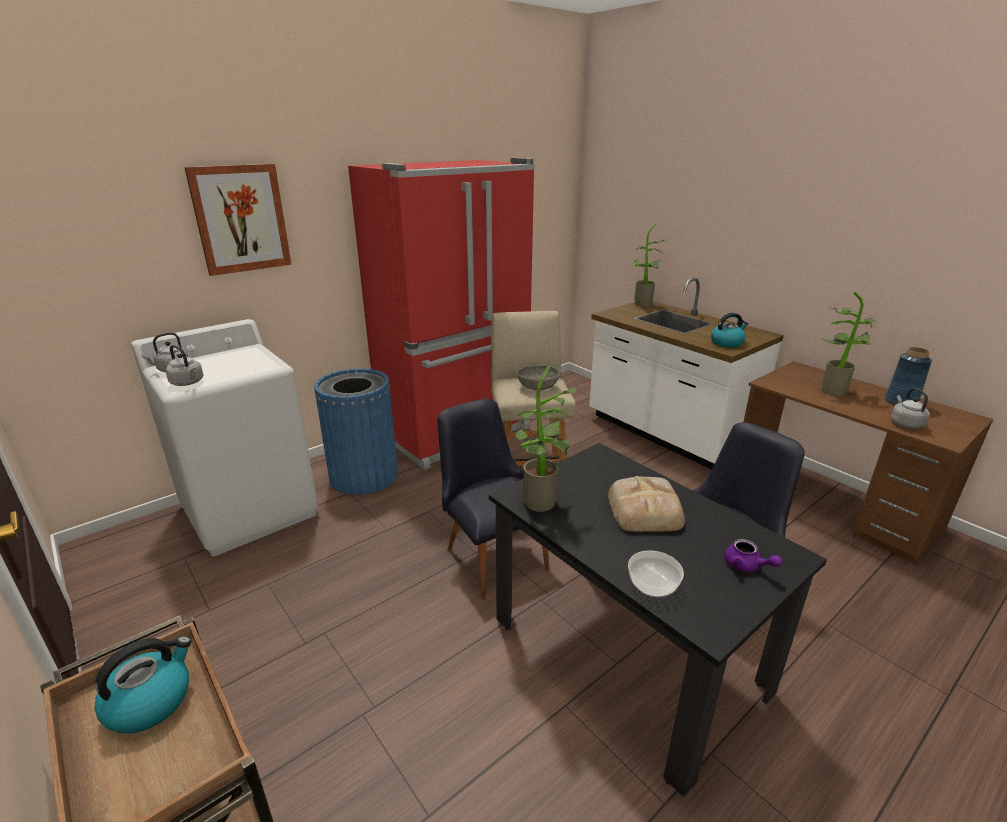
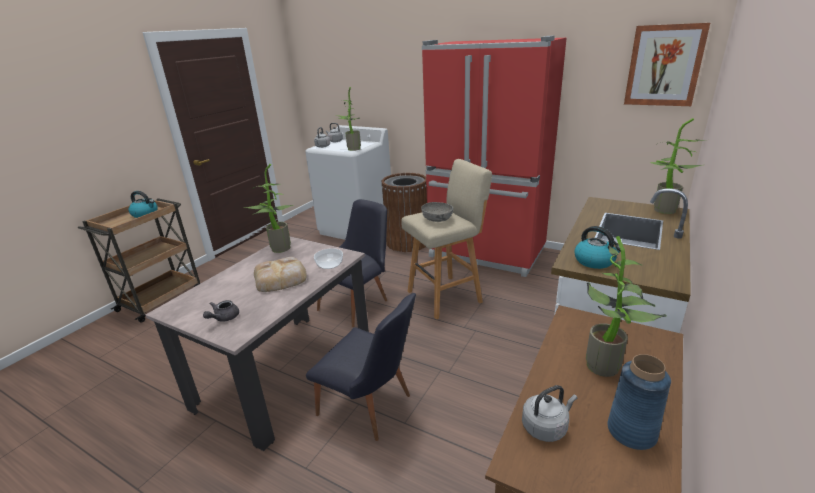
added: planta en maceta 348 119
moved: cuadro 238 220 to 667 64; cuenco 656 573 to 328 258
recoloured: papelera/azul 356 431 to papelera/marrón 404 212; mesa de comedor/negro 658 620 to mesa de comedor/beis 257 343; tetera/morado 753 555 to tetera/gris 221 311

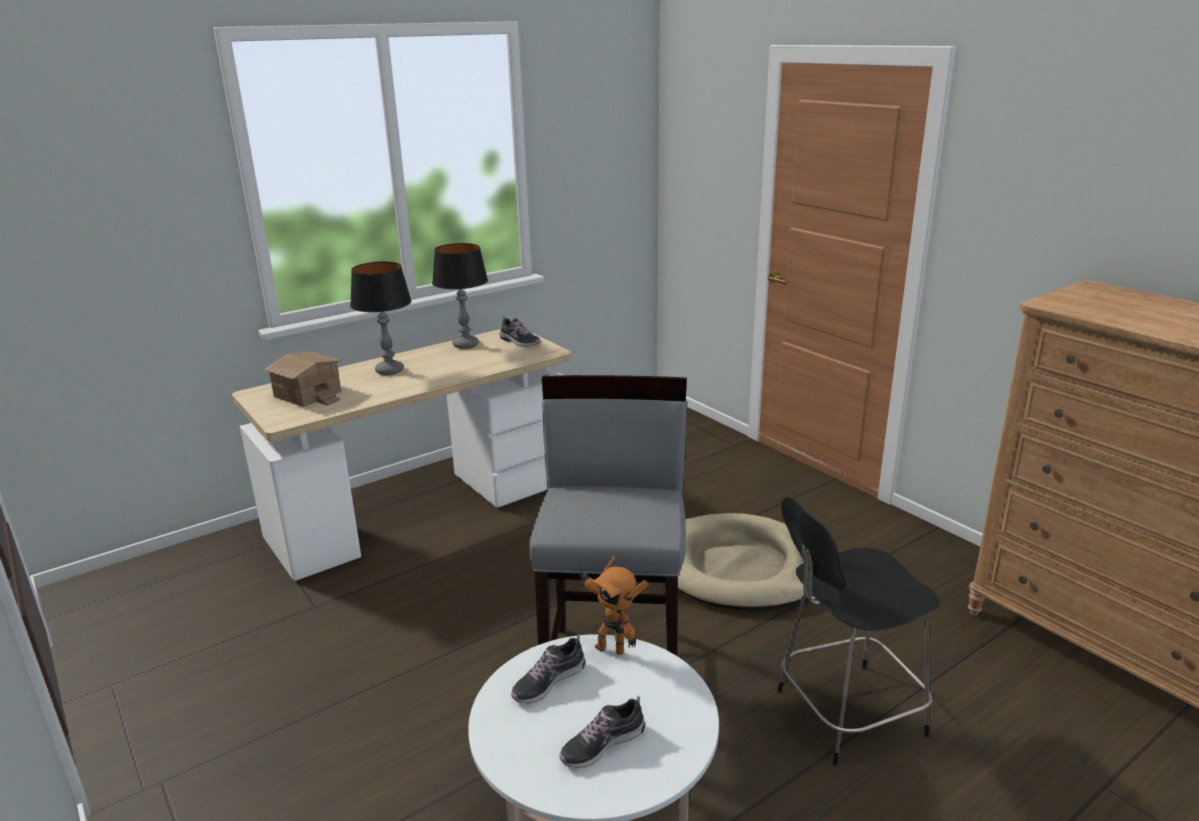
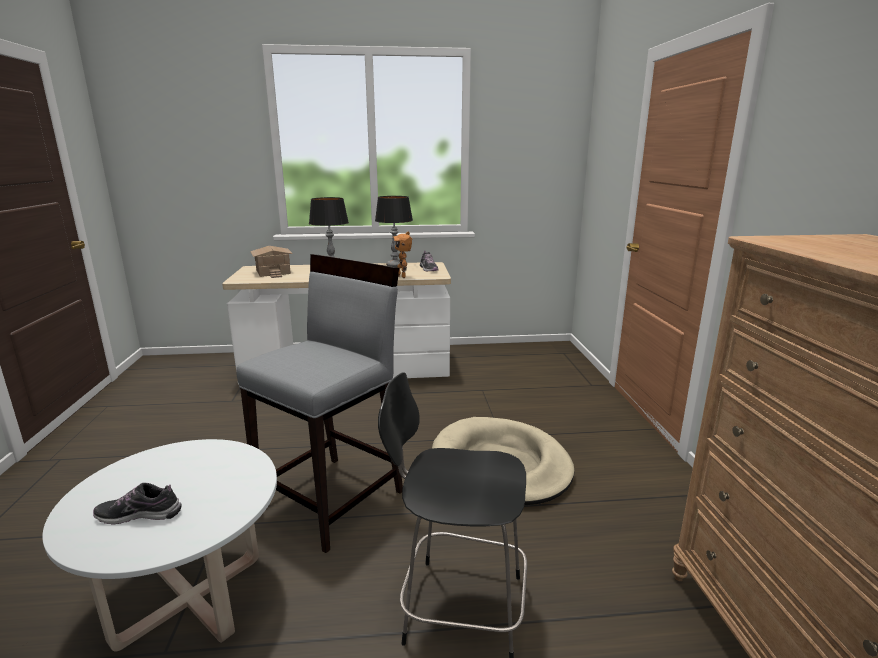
removed: zapato 548 669
moved: robot de juguete 614 605 to 402 255

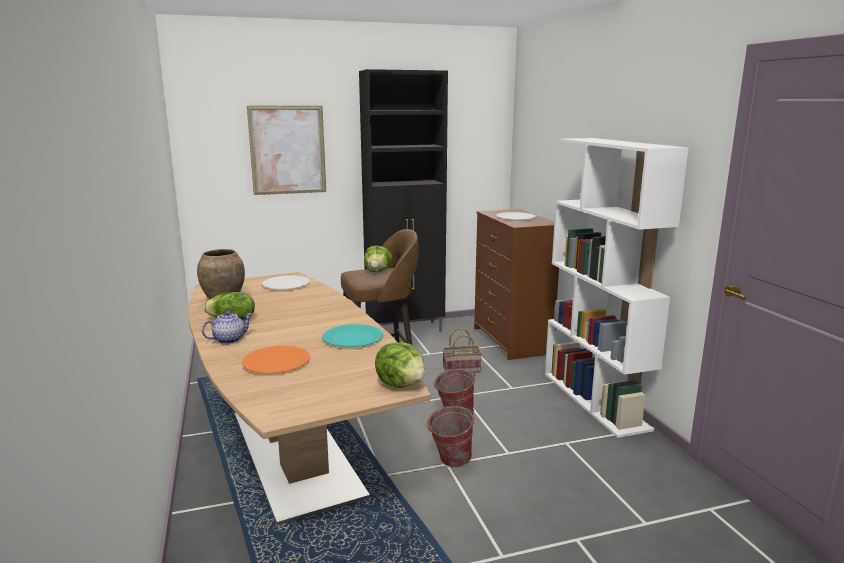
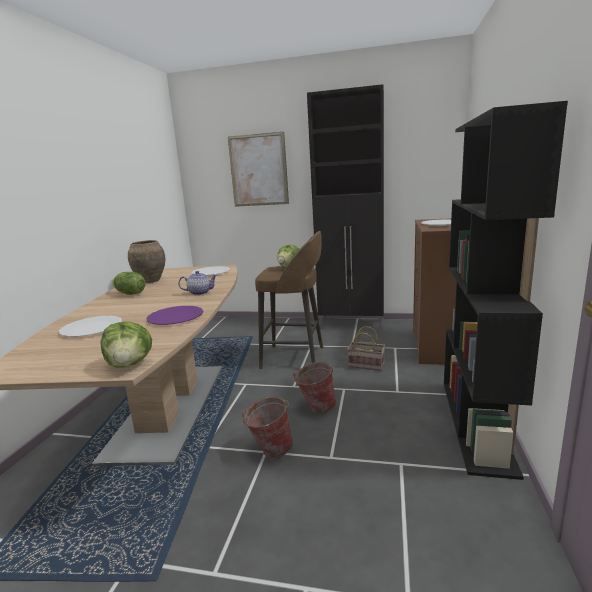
moved: tetera 227 327 to 197 283
recoloured: plato/naranja 276 360 to plato/blanco 90 326; plato/turquesa 352 335 to plato/morado 174 315; estantería/blanco 617 288 to estantería/negro 506 290

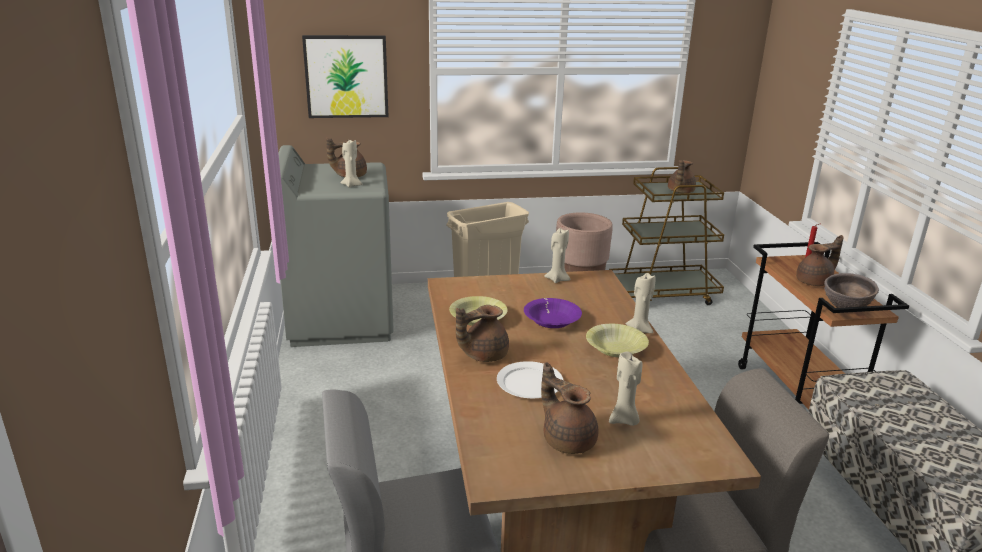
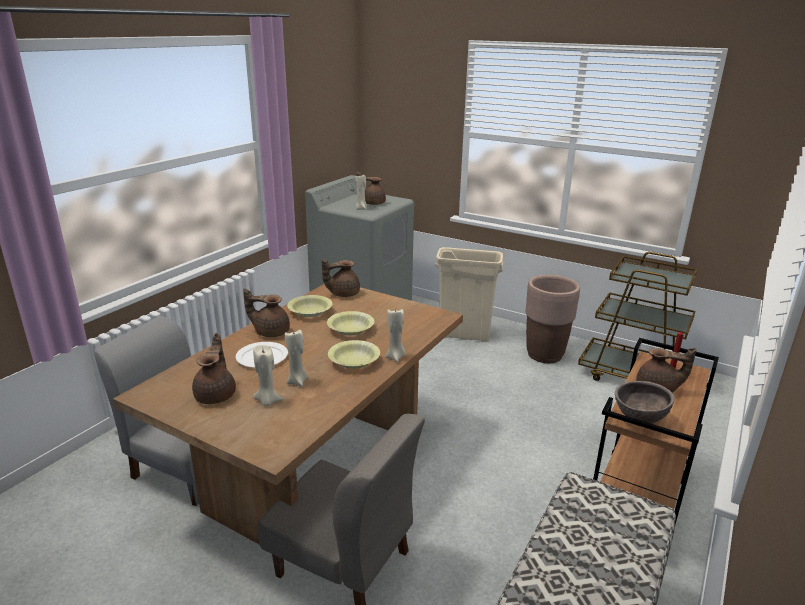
removed: cuadro 345 76
moved: vela/beis 557 255 to 296 358; tetera/marrón 682 176 to 341 278
recoloured: cuenco/morado 553 313 to cuenco/amarillo 350 323

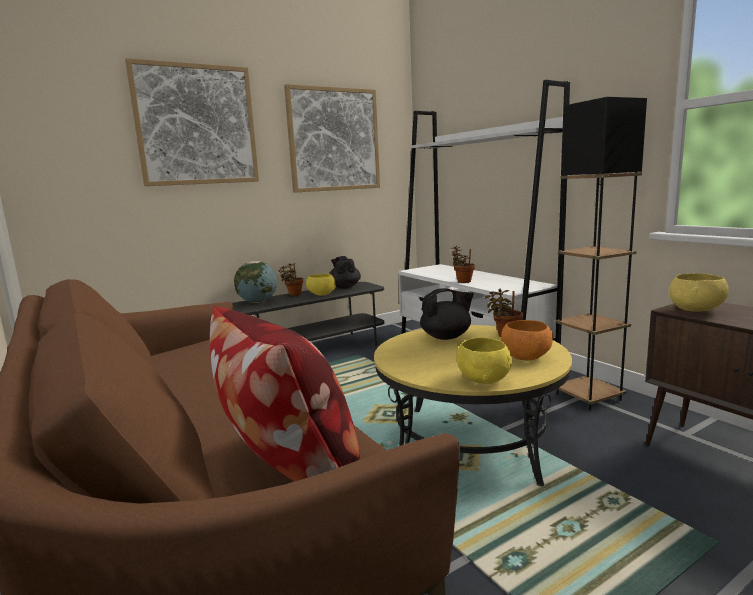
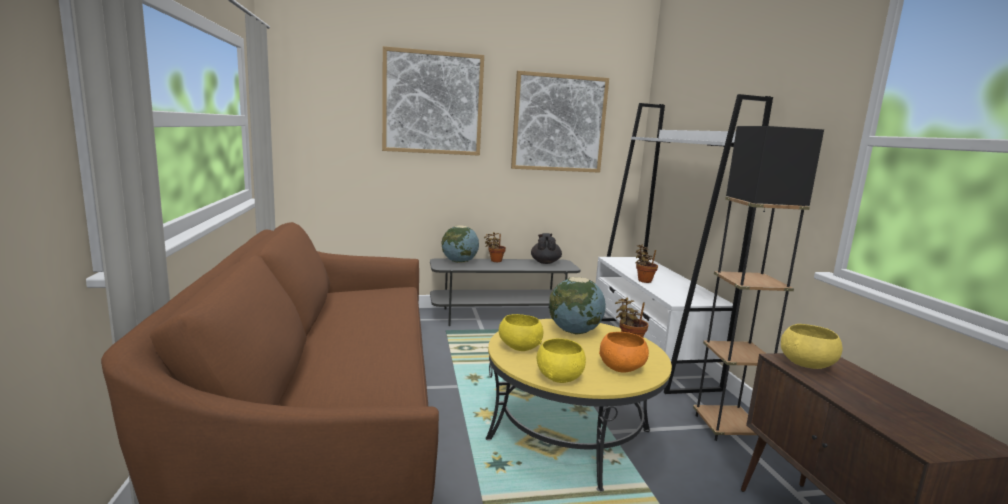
removed: cojín 285 394
moved: cuenco/amarillo 321 285 to 521 332
replaced: tetera/negro 447 314 to globo terráqueo 577 306

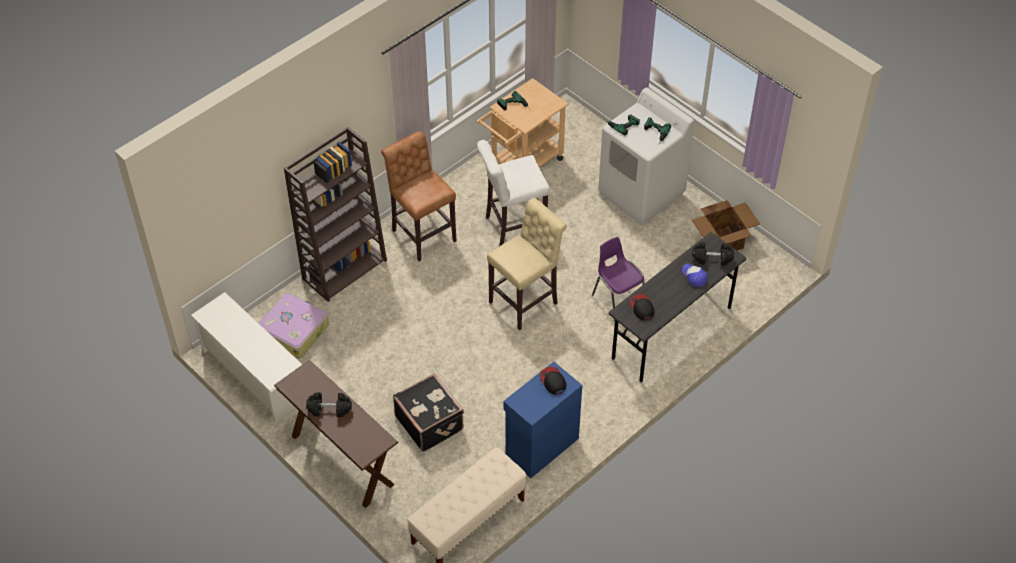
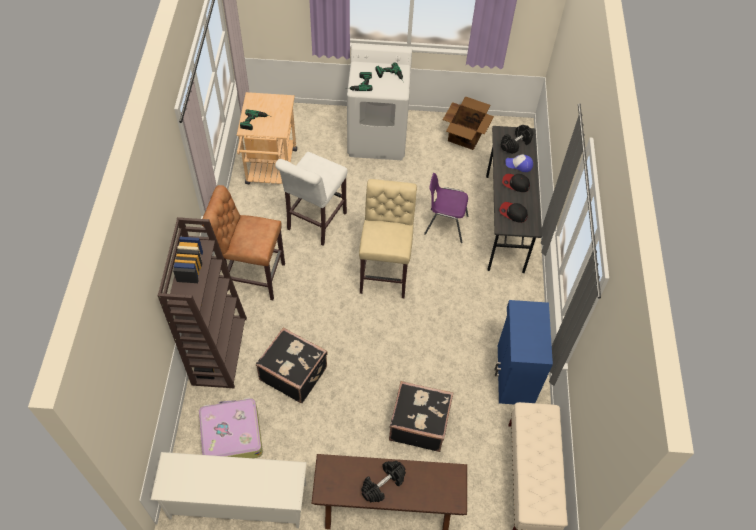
added: maleta/negro 292 365
moved: gorra 553 381 to 516 183

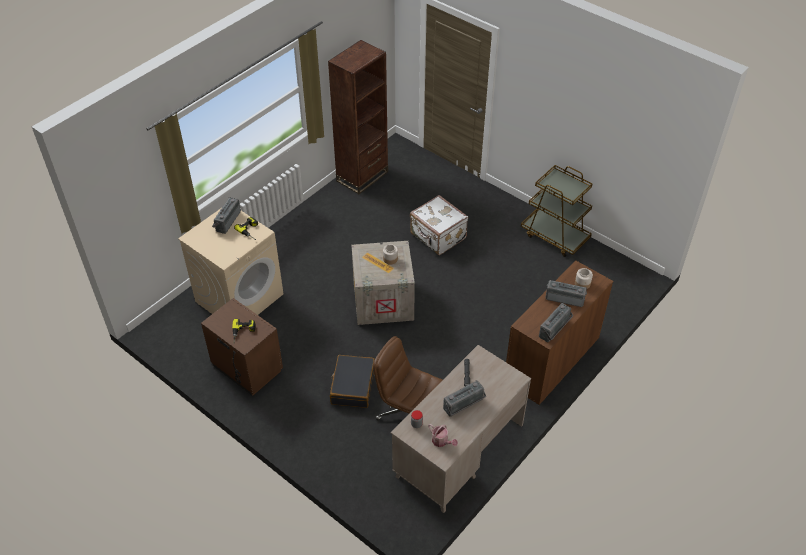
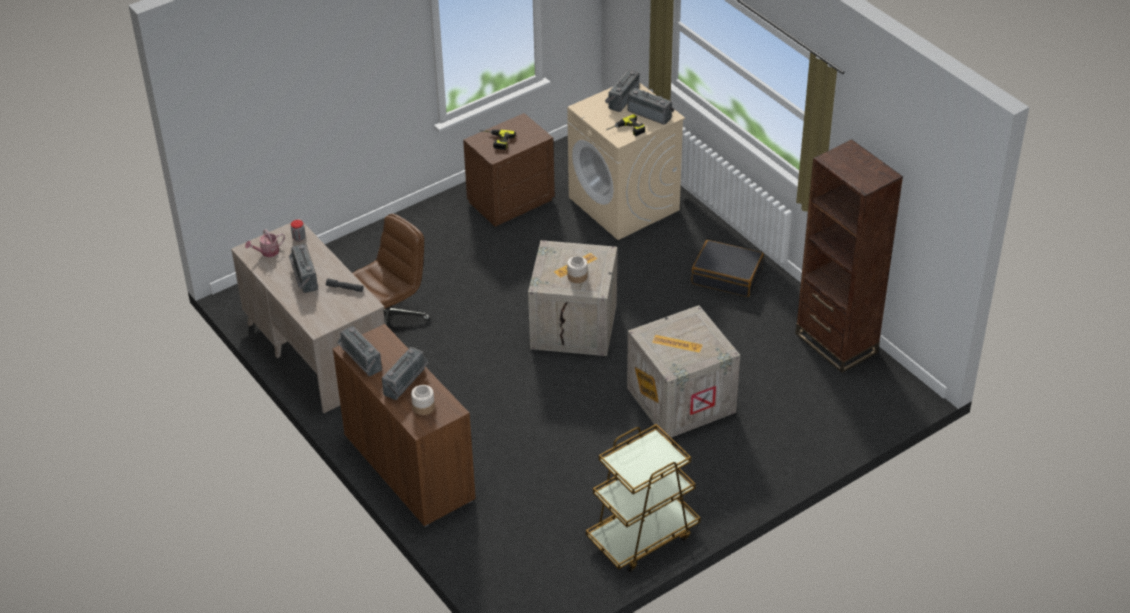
added: radio 622 90
moved: maleta/negro 352 381 to 727 268
replaced: maleta/blanco 439 225 to caja de embalaje 683 372

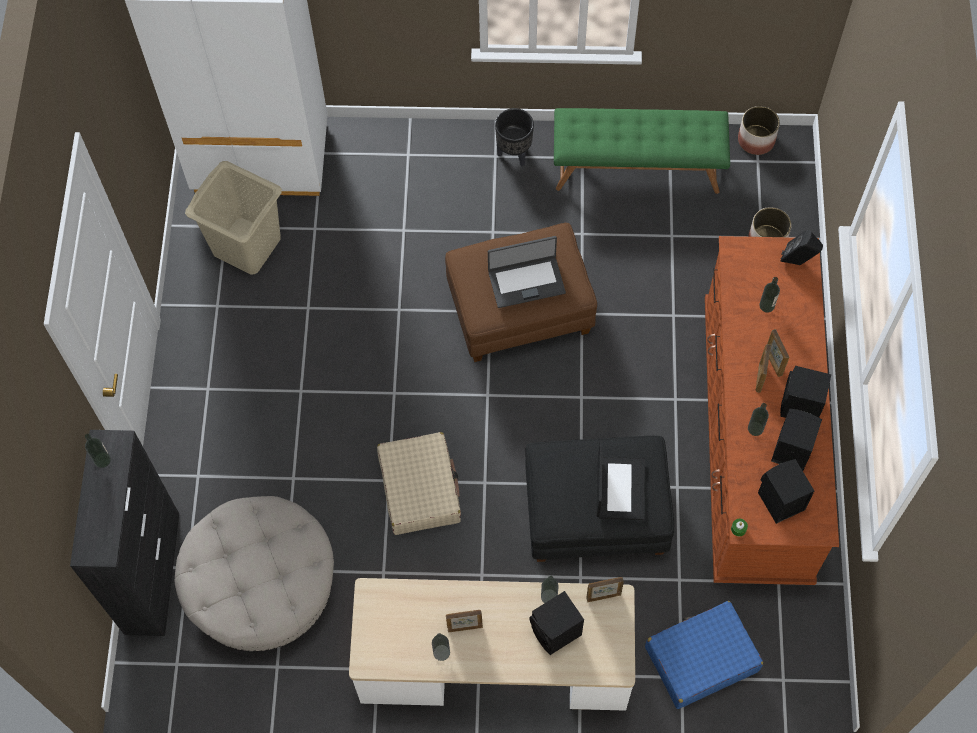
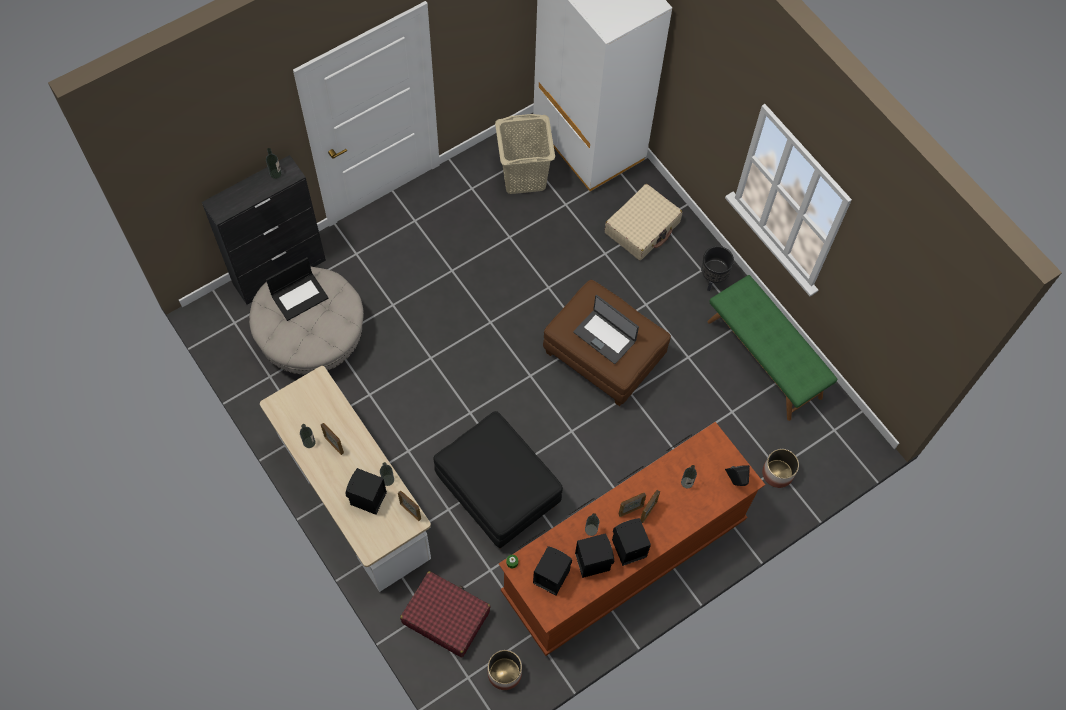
moved: maleta/beis 419 483 to 643 222; portátil 621 480 to 297 289; maceta 759 130 to 505 670
recoloured: maleta/azul 704 655 to maleta/rojo 445 614

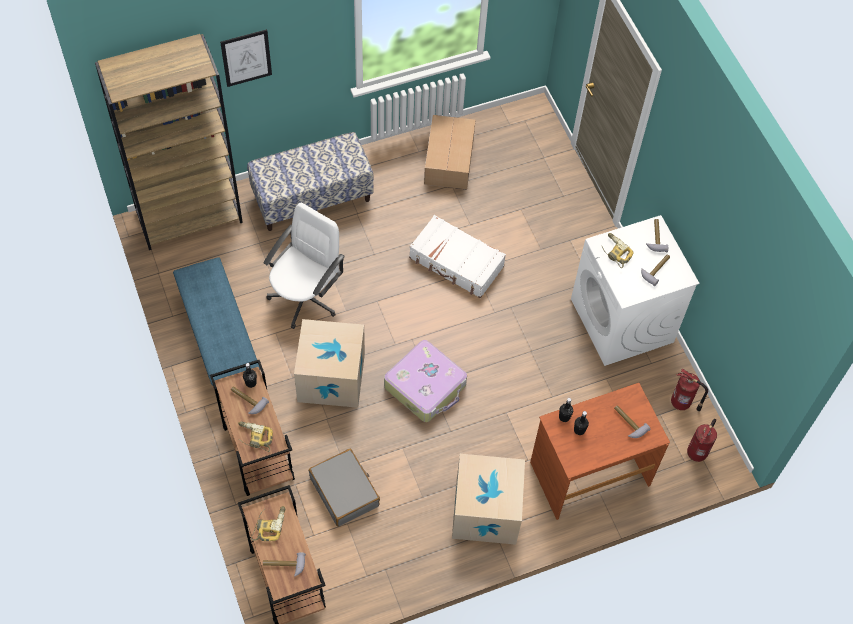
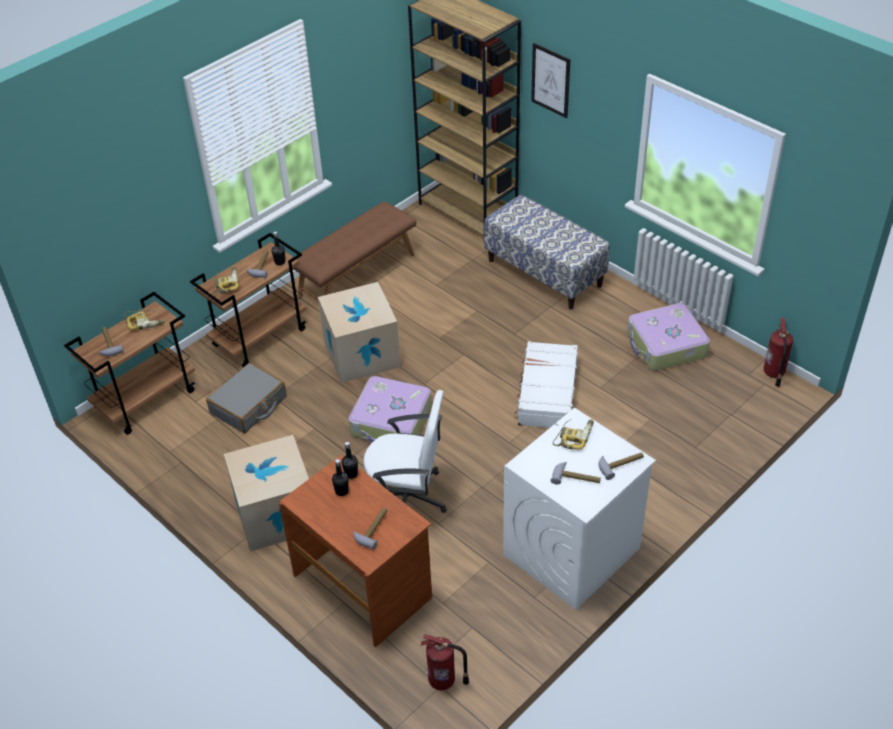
moved: silla de oficina/blanco 304 266 to 405 451; extintor 689 390 to 778 352
replaced: caja de cartón 449 152 to maleta 668 337
recoloured: banco/azul 216 329 to banco/marrón 354 251

